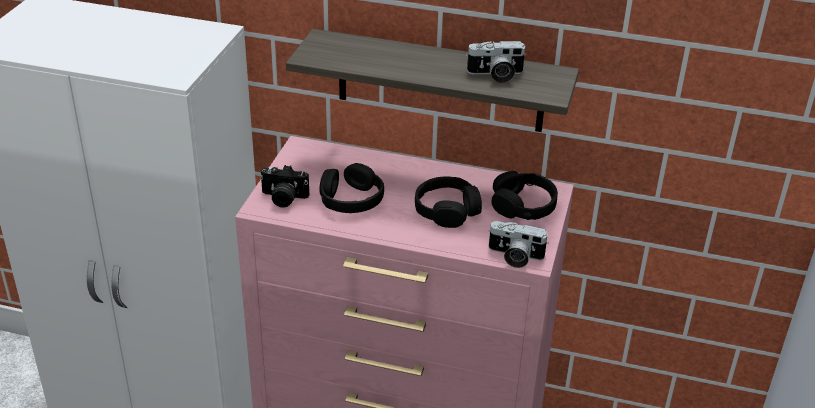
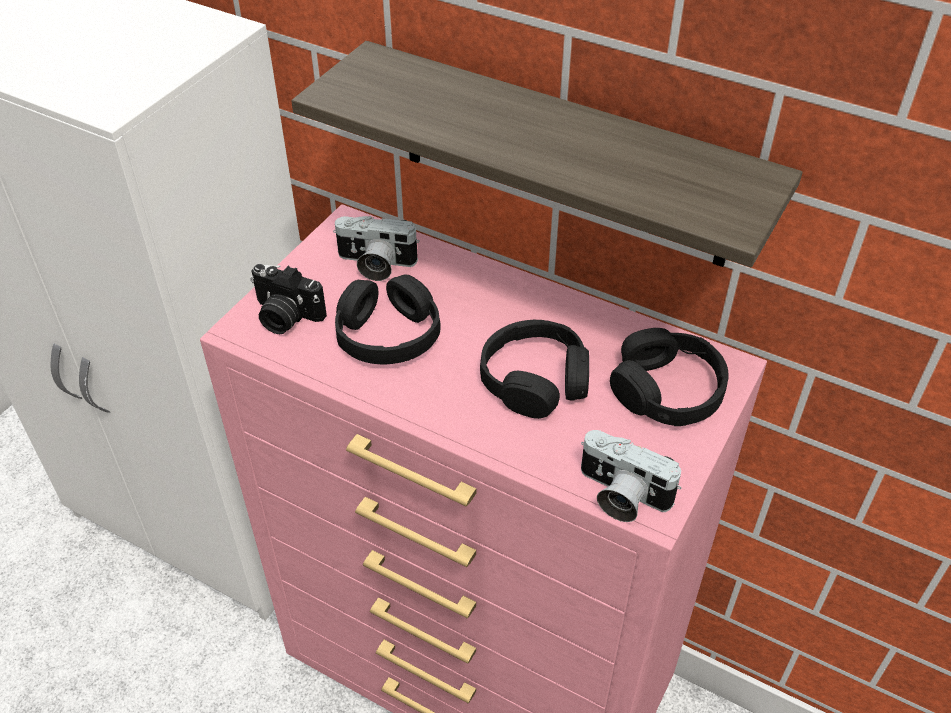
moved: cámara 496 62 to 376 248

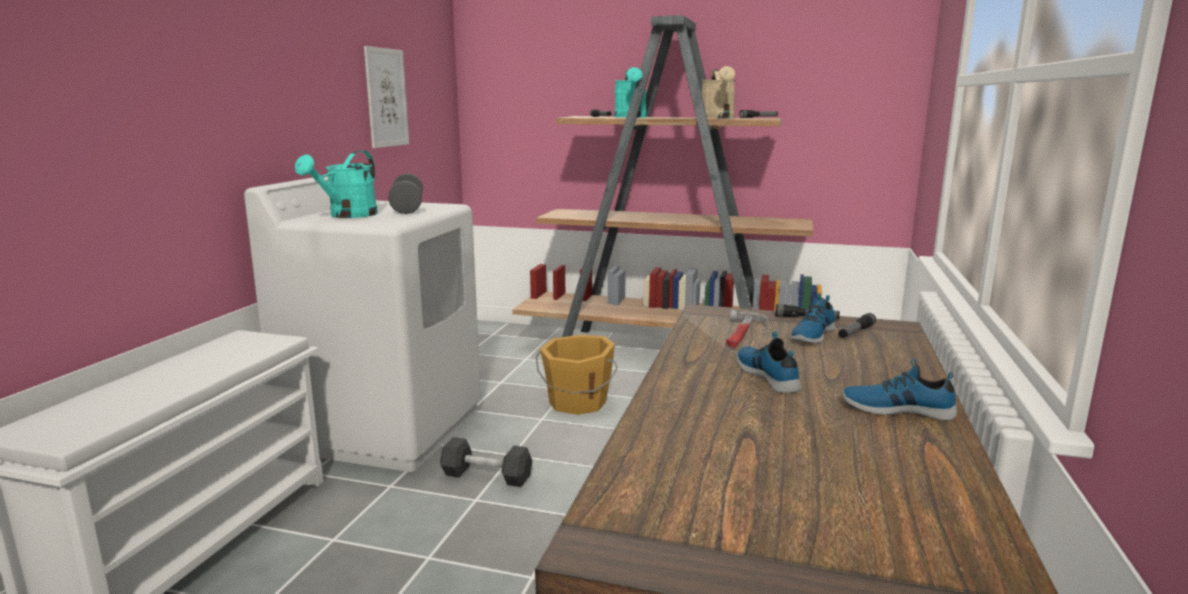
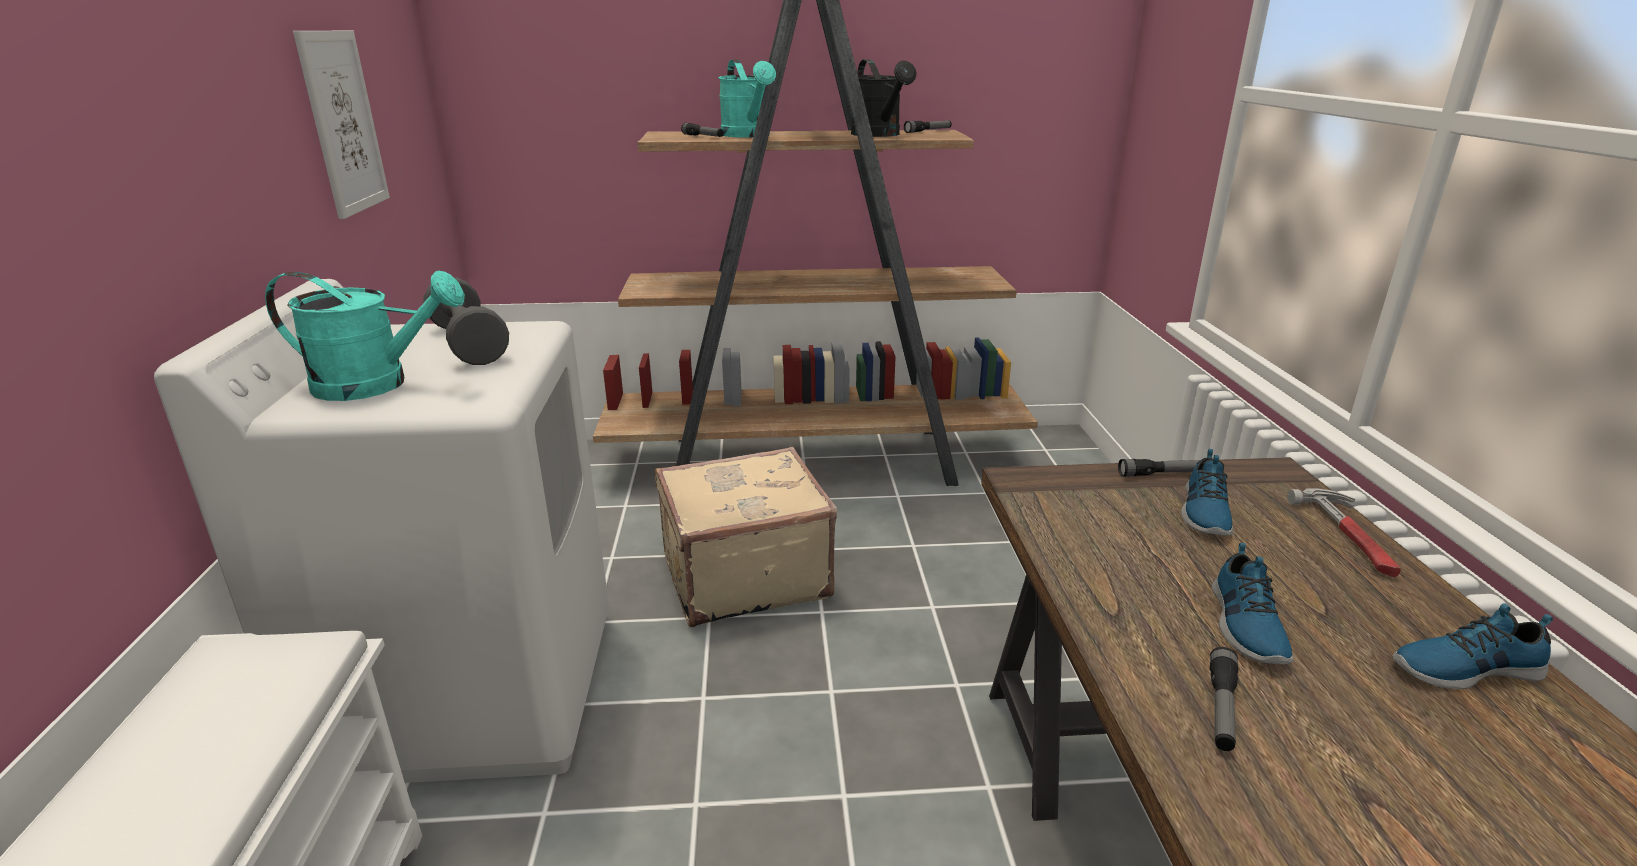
removed: mancuerna/gris 486 462
moved: martillo 747 329 to 1344 532; linterna 857 325 to 1224 699
replaced: cubo/naranja 577 375 to maleta/beis 746 537
recoloured: regadera/beis 719 92 to regadera/negro 883 98
turned: regadera/turquesa 336 184 = 365 336 90 degrees counterclockwise; zapato 768 362 = 1252 603 135 degrees counterclockwise

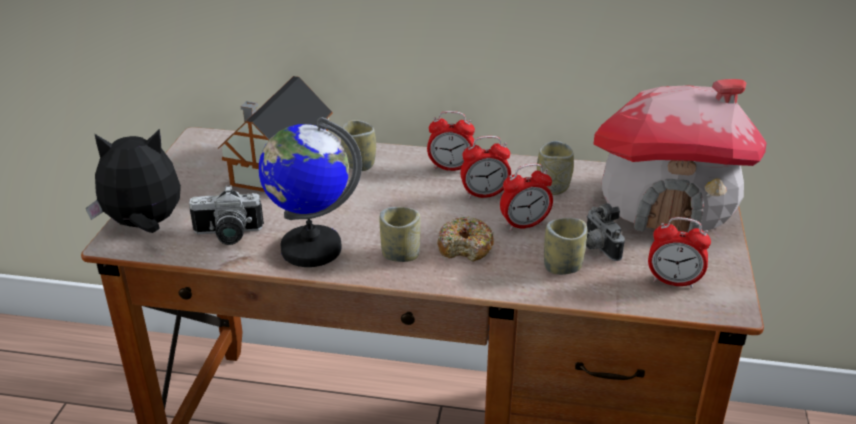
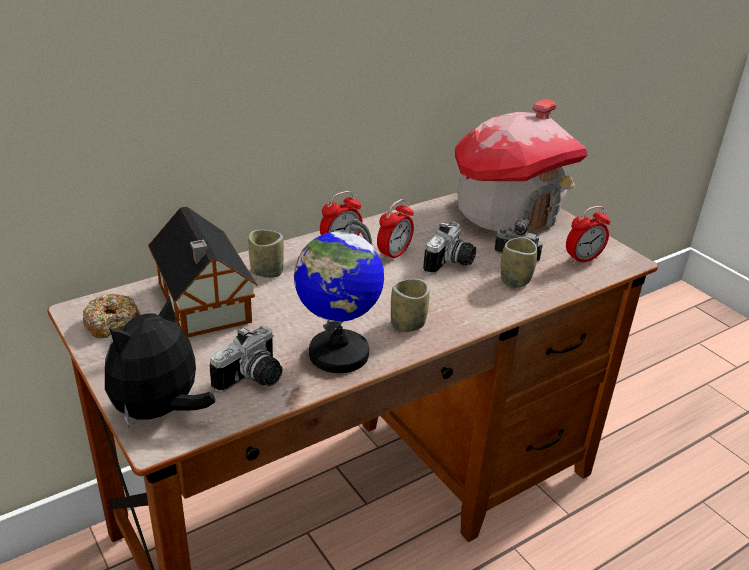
removed: taza 555 168
moved: rosquilla 465 239 to 111 316
replaced: despertador 526 197 to cámara 449 247

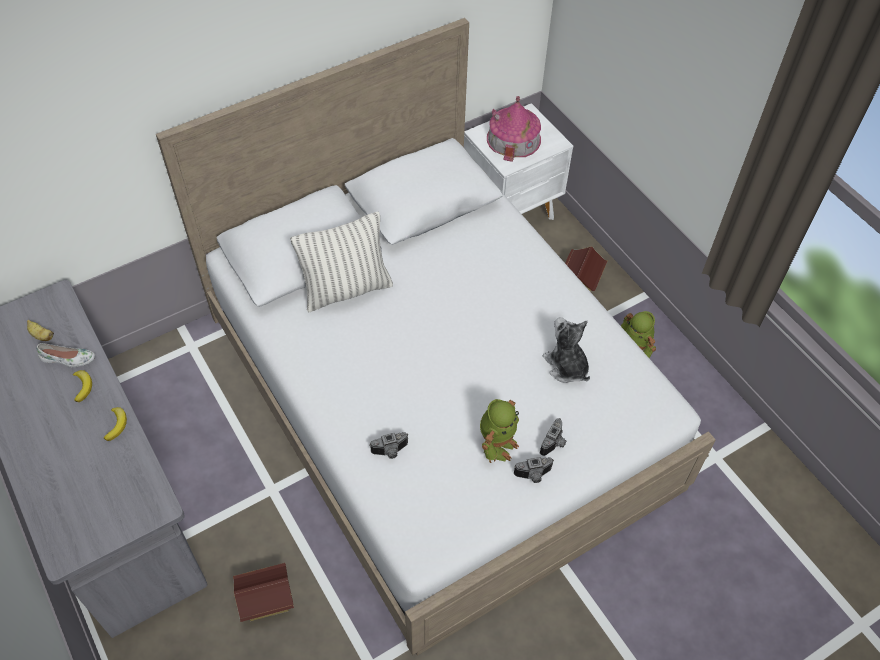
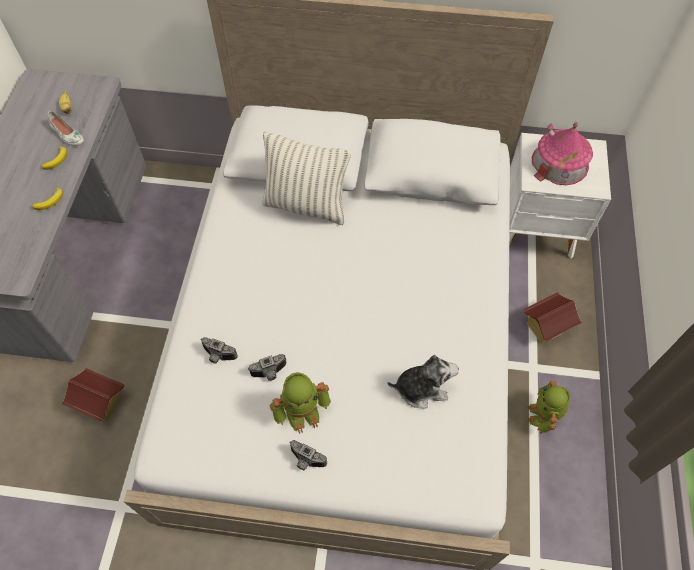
moved: cámara 553 437 to 267 367
turned: peluche 566 350 = 423 382 75 degrees clockwise

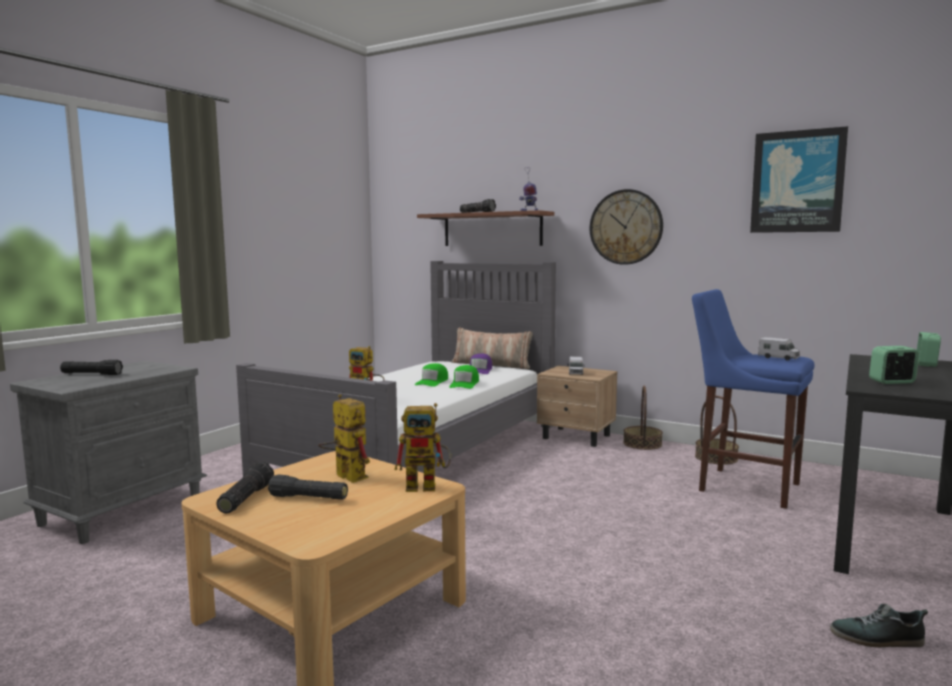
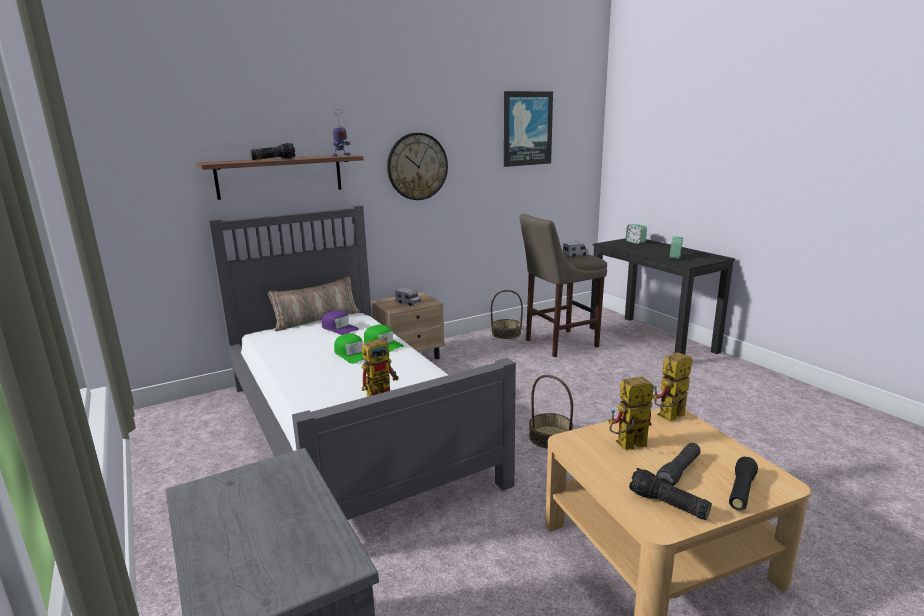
removed: zapato 879 625
moved: linterna/negro 91 367 to 743 484; cesta 643 418 to 551 412
recoloured: taburete/azul 753 399 to taburete/beis 563 285
turned: robot de juguete 423 447 = 672 386 150 degrees counterclockwise

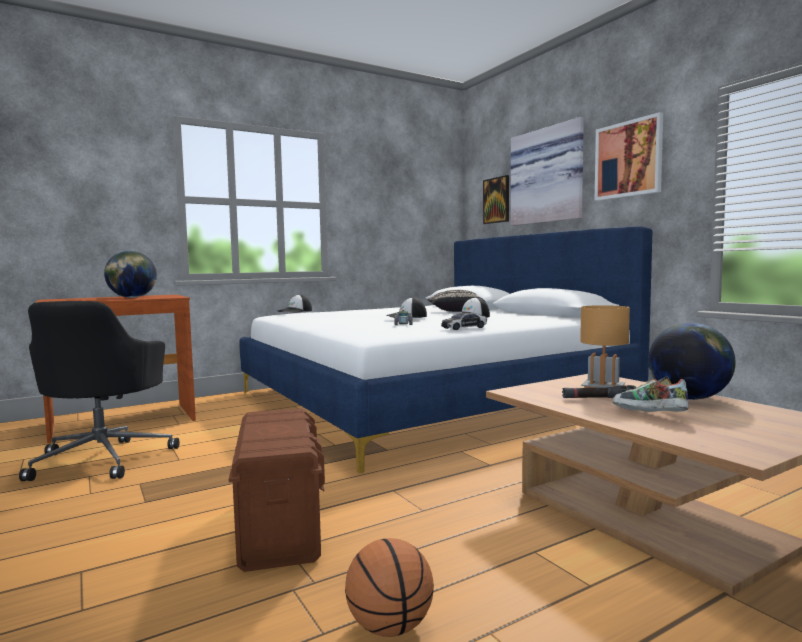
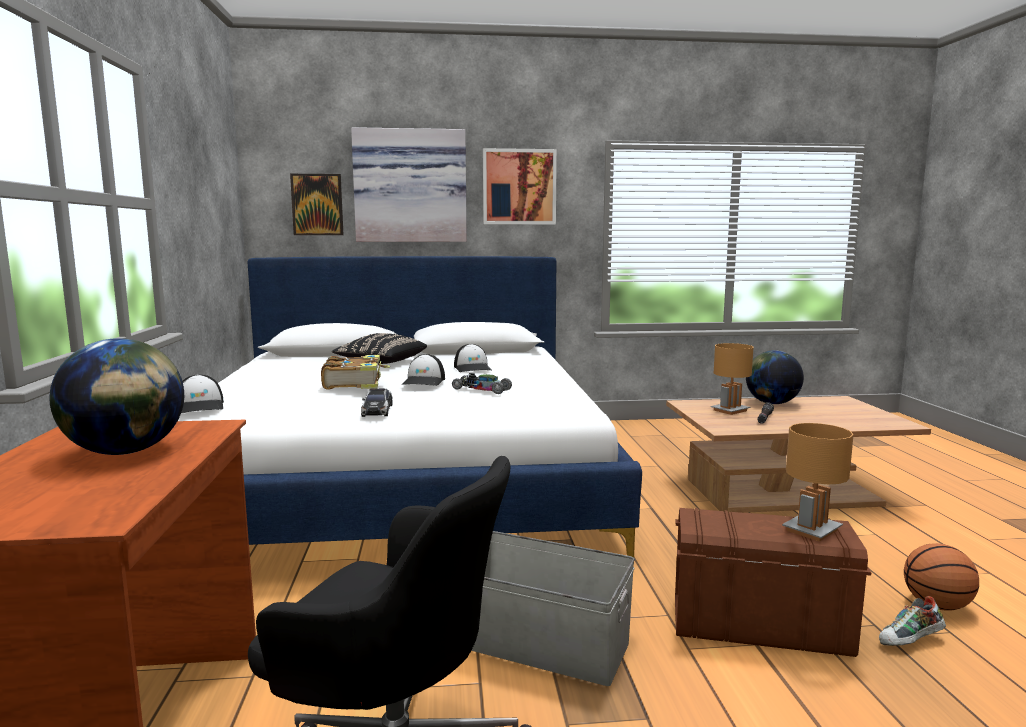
added: libro 355 372; caja de almacenaje/gris 553 608; lámpara de mesa/marrón 818 482
moved: coche de juguete 464 320 to 376 402; zapato 650 394 to 912 621

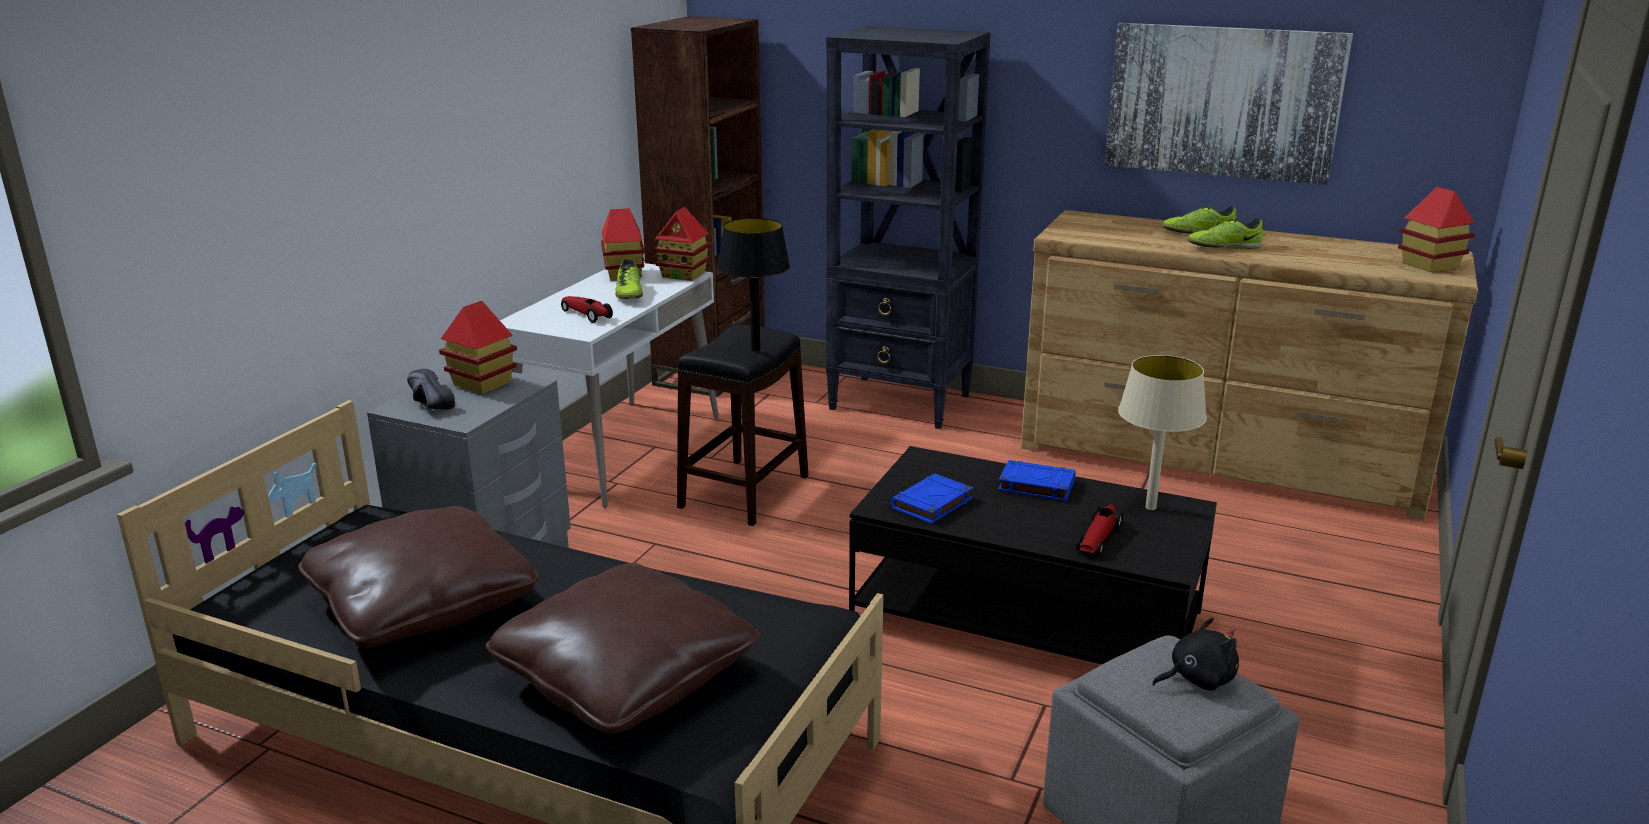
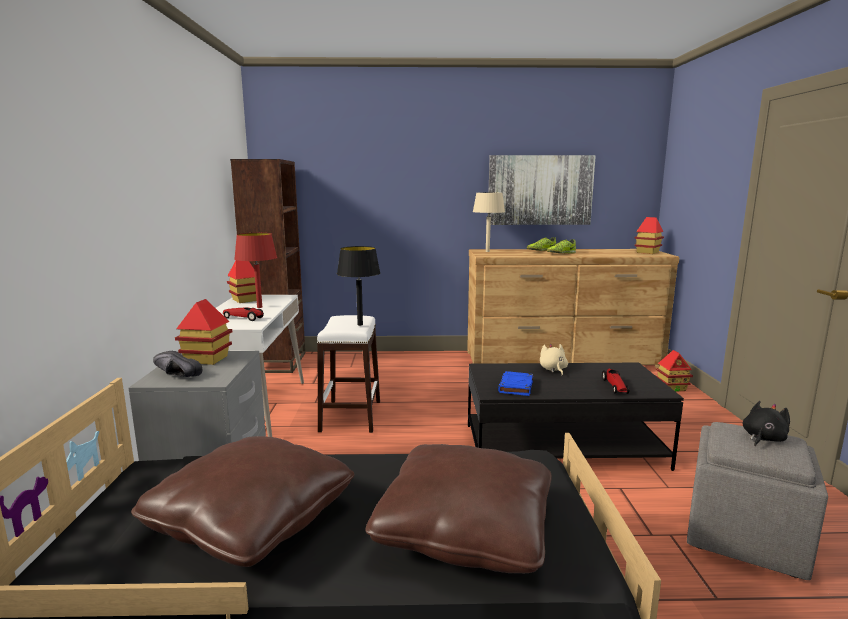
removed: estantería/negro 908 227
moved: casita 682 244 to 674 371; lámpara de mesa/beis 1162 432 to 489 222
replaced: zapato 629 279 to lámpara de mesa/rojo 255 270; libro/azul 1037 480 to peluche/beis 554 359
recoloured: taburete/negro 743 425 to taburete/blanco 348 374

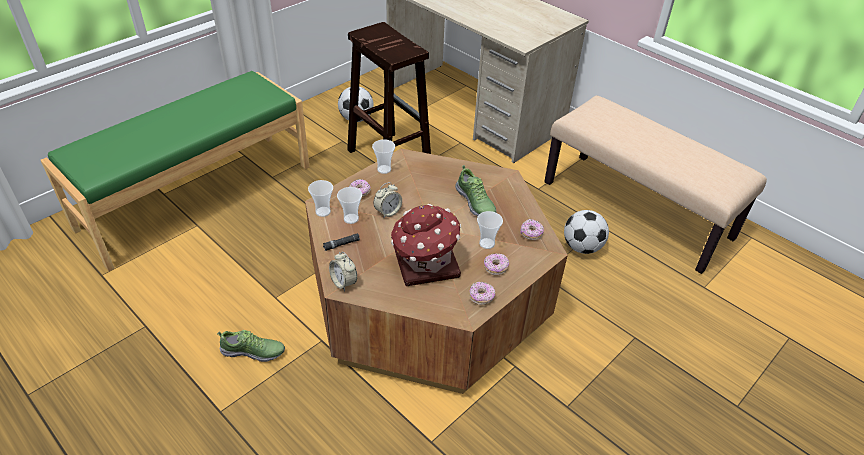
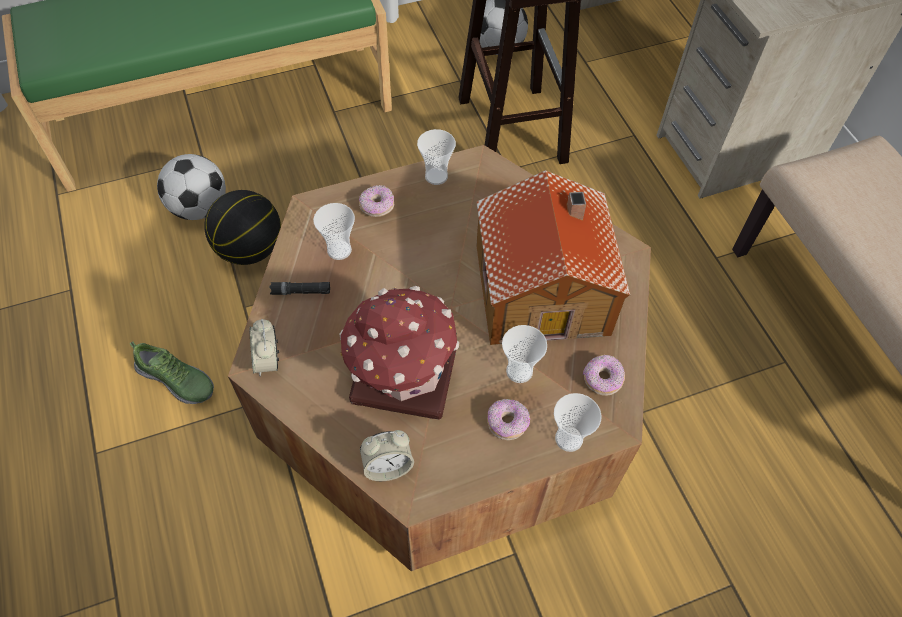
removed: rosquilla 482 293
added: balón de baloncesto 242 227
moved: taza 320 198 to 578 422; despertador 387 200 to 387 455; balón de fútbol 586 232 to 191 187
replaced: zapato 476 190 to casita 553 257

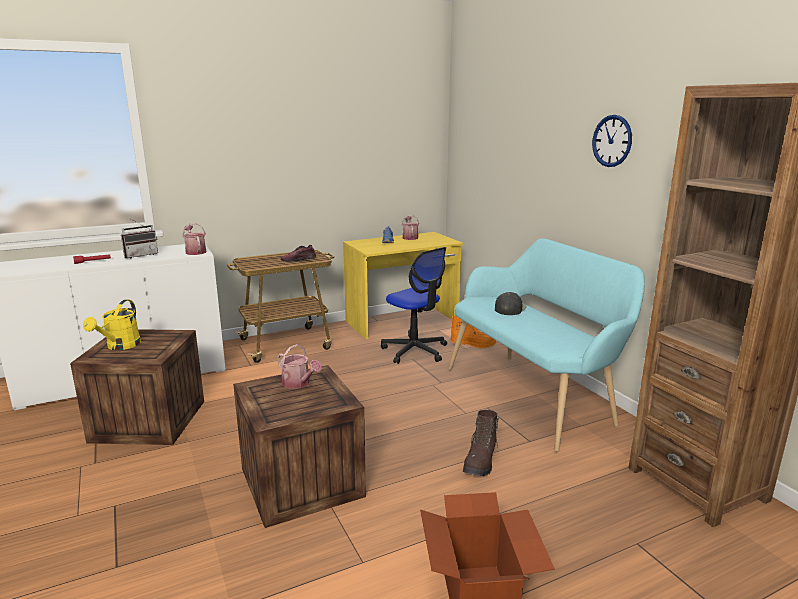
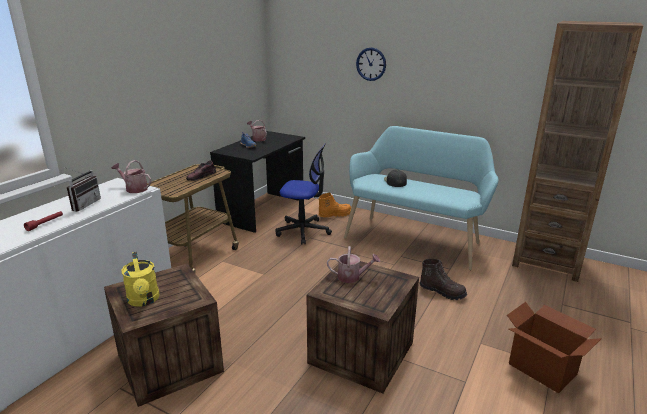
moved: reloj de pared 612 141 to 371 64
recoloured: escritorio/amarillo 403 285 to escritorio/negro 257 182
turned: bota/marrón 481 443 = 443 279 45 degrees counterclockwise

